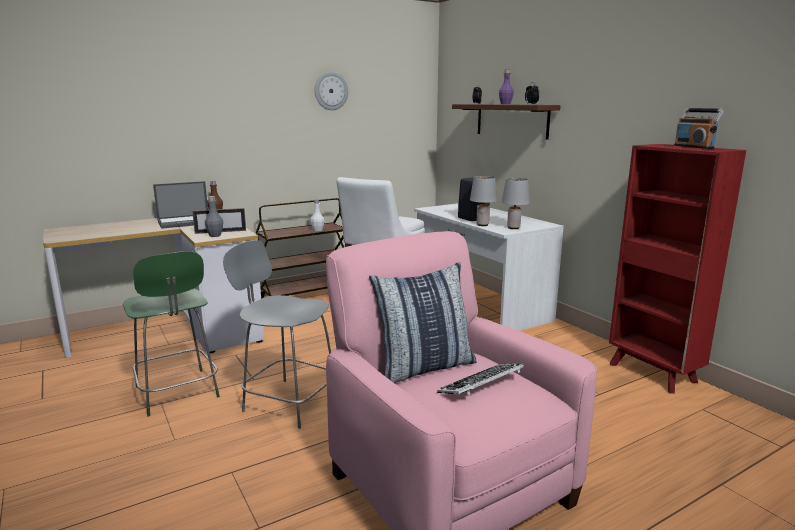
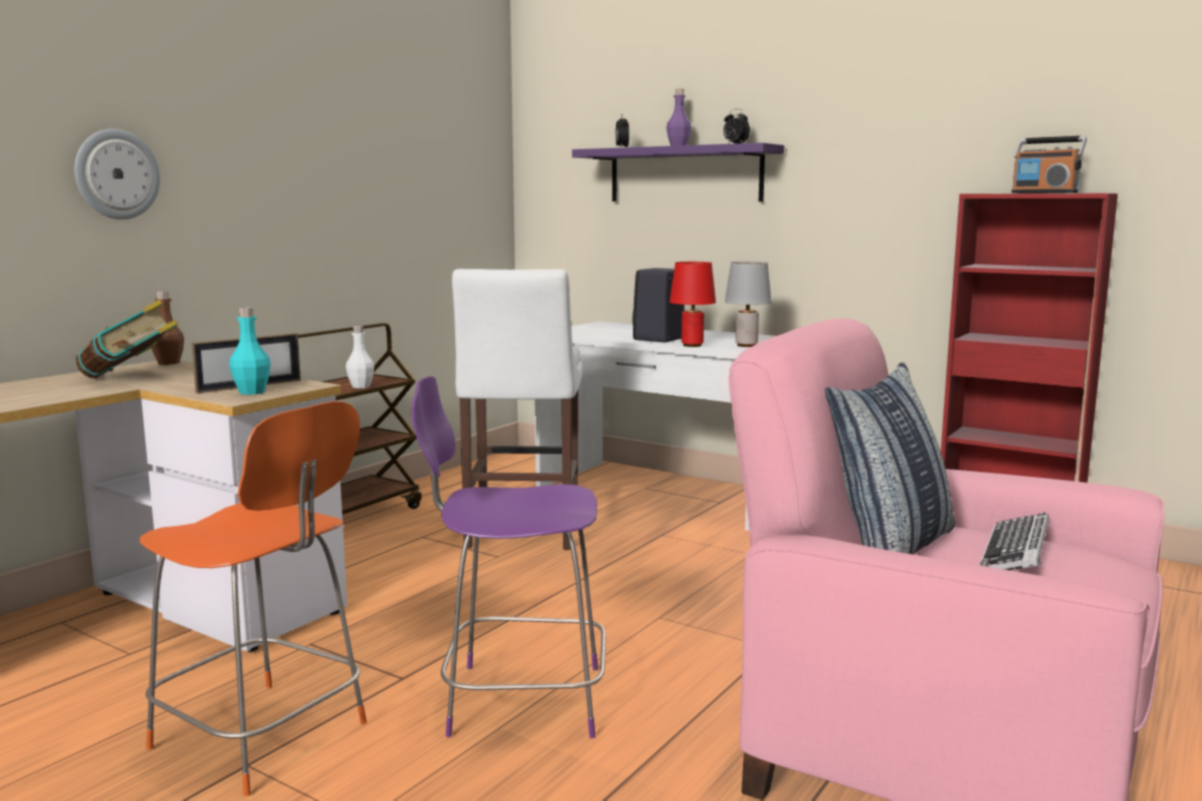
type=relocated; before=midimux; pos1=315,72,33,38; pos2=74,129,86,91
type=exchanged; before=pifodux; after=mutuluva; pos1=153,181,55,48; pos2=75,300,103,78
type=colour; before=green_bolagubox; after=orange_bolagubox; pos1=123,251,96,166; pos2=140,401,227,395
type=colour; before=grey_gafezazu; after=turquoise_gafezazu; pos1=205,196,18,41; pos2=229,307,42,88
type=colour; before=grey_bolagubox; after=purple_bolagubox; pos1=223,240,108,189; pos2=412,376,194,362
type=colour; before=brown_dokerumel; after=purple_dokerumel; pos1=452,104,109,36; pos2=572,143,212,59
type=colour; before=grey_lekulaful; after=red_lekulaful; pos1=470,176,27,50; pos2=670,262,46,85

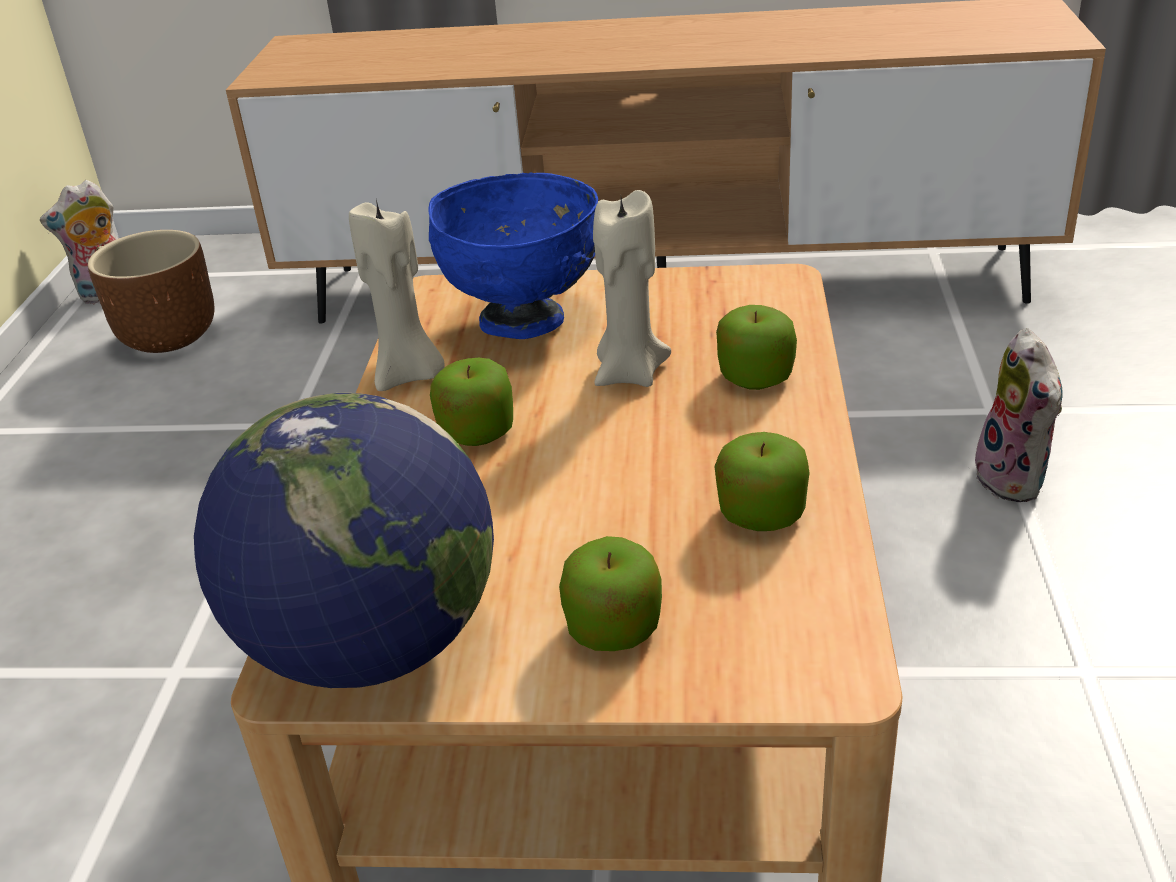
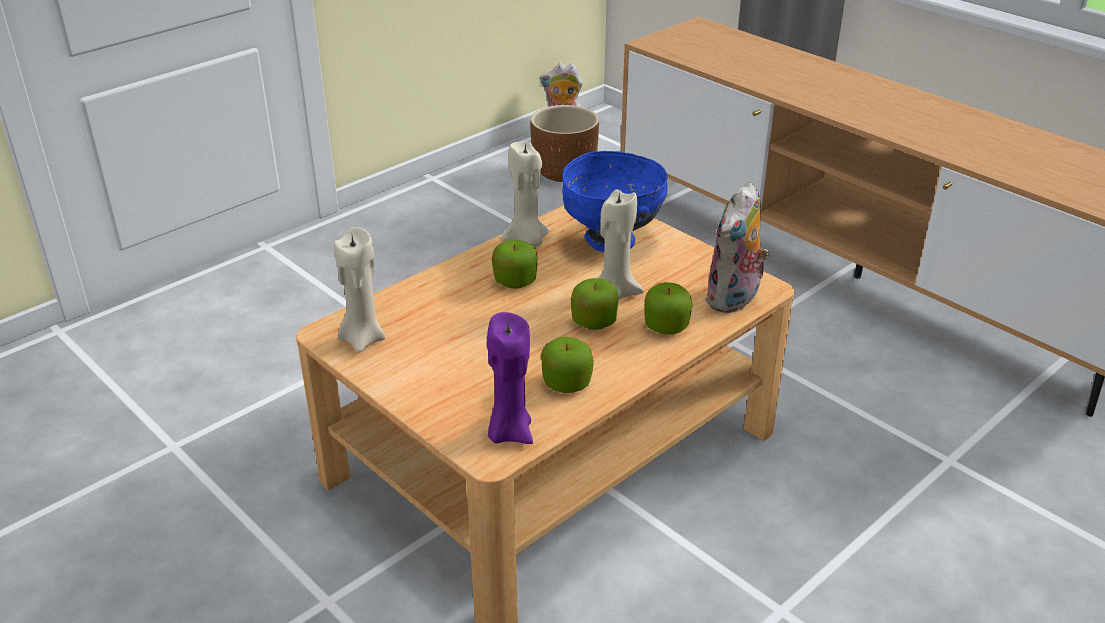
type=appeared; after=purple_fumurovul; pos2=487,312,46,132
type=relocated; before=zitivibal; pos1=559,536,103,115; pos2=571,278,48,52
type=relocated; before=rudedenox; pos1=973,328,90,174; pos2=705,182,65,131
type=exchanged; before=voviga; after=beige_fumurovul; pos1=194,393,300,295; pos2=334,227,51,126

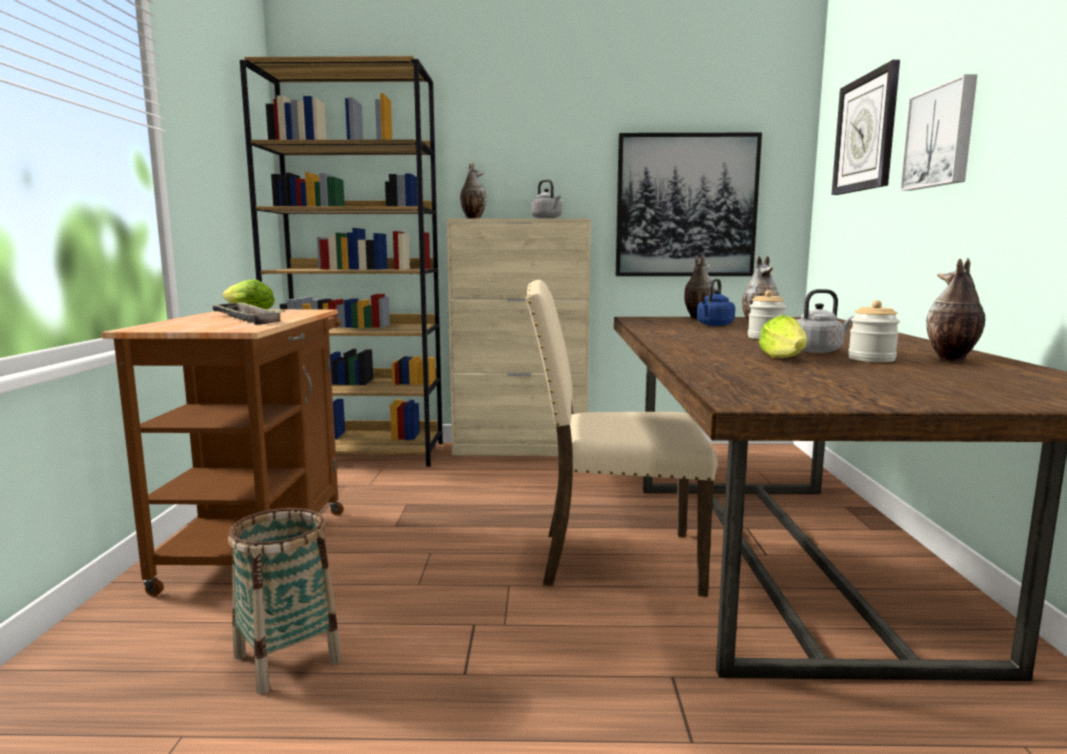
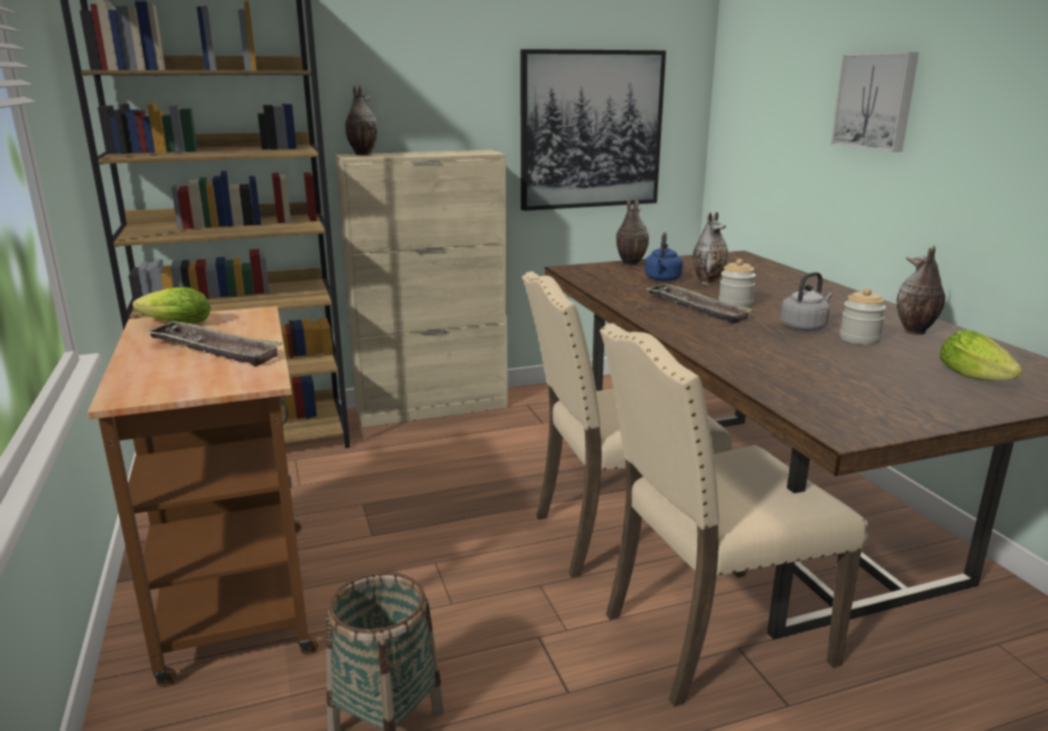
type=missing; before=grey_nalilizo; pos1=531,179,31,40
type=missing; before=midimux; pos1=832,60,68,135
type=appeared; after=beige_bolagubox; pos2=600,323,268,384
type=appeared; after=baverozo; pos2=647,283,105,41
type=relocated; before=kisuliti; pos1=759,315,48,43; pos2=940,330,82,51

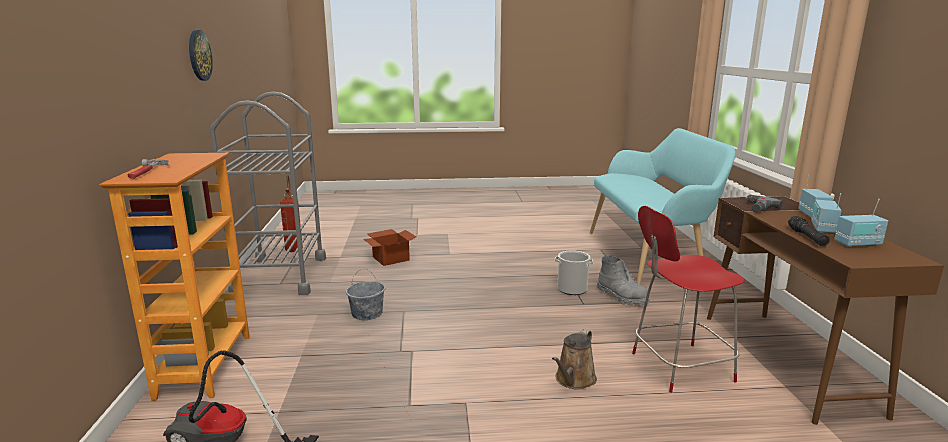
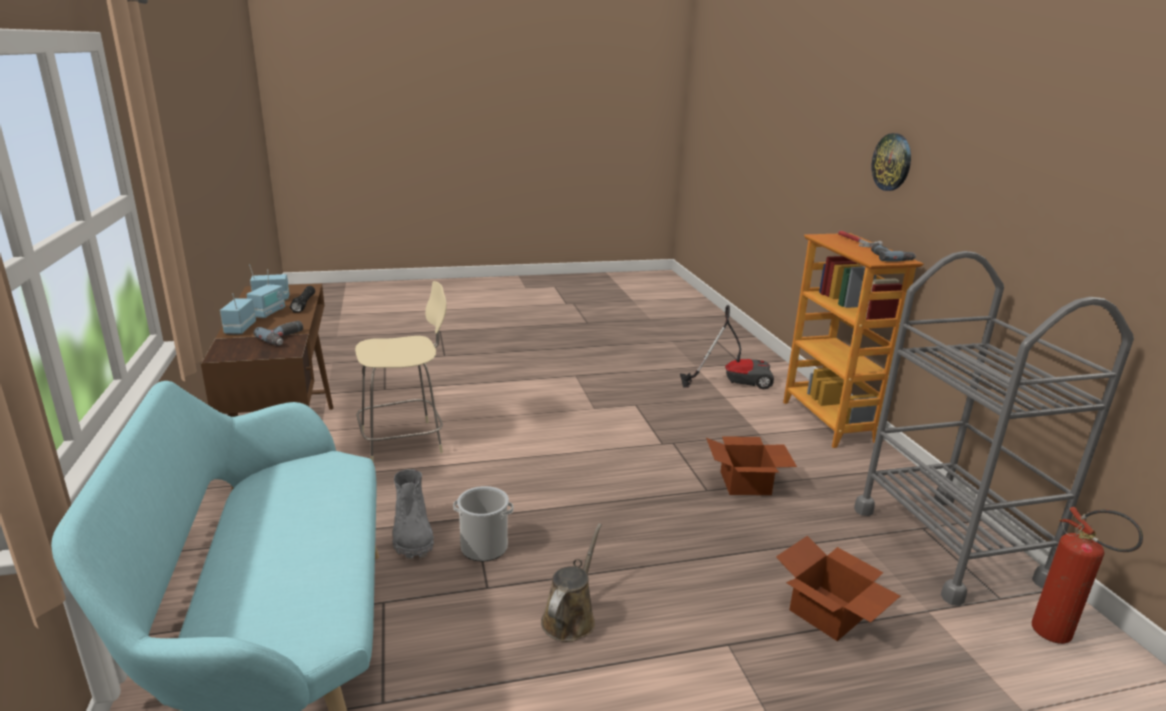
type=appeared; after=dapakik; pos2=871,243,45,18
type=relocated; before=midimux; pos1=189,30,24,51; pos2=872,133,39,58
type=relocated; before=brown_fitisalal; pos1=552,329,45,61; pos2=541,523,61,119
type=exchanged; before=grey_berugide; after=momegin; pos1=346,269,39,51; pos2=706,436,91,59
type=colour; before=red_bolagubox; after=beige_bolagubox; pos1=632,206,113,187; pos2=355,281,92,182
type=spun; before=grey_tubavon; pos1=597,256,53,50; pos2=392,469,42,90; turn=-150

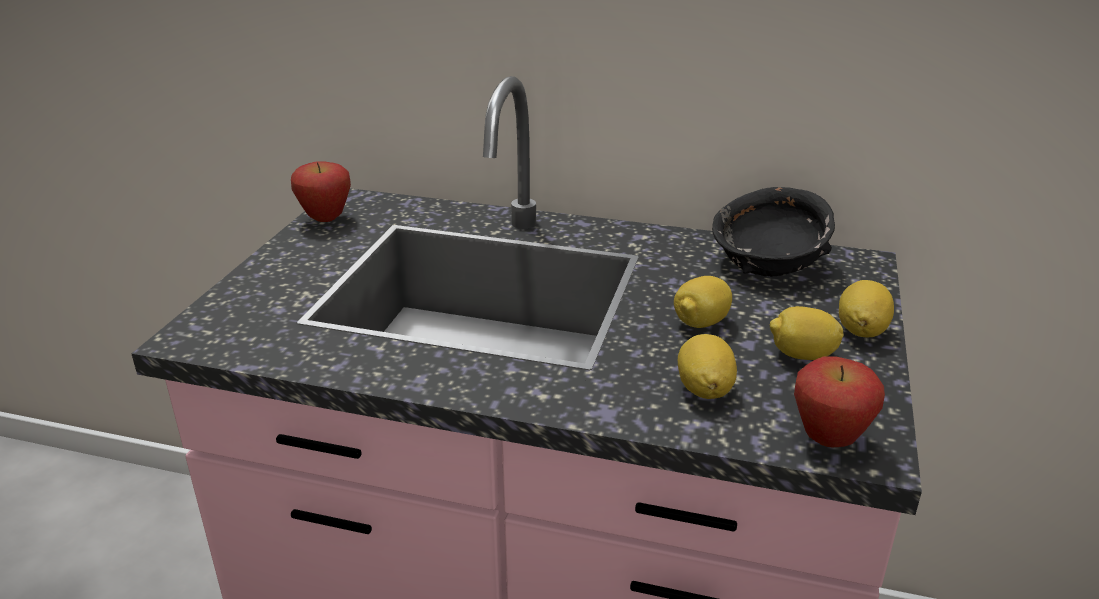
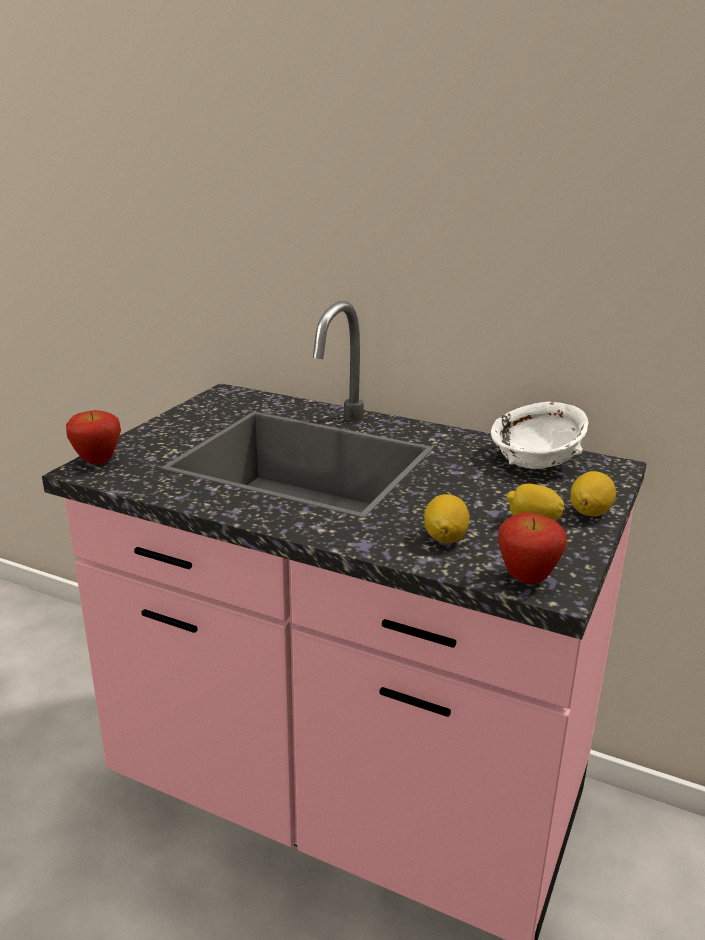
type=missing; before=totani; pos1=674,276,58,52
type=relocated; before=zitivibal; pos1=291,161,60,61; pos2=66,410,55,55
type=colour; before=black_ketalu; after=white_ketalu; pos1=712,187,123,90; pos2=491,402,98,67

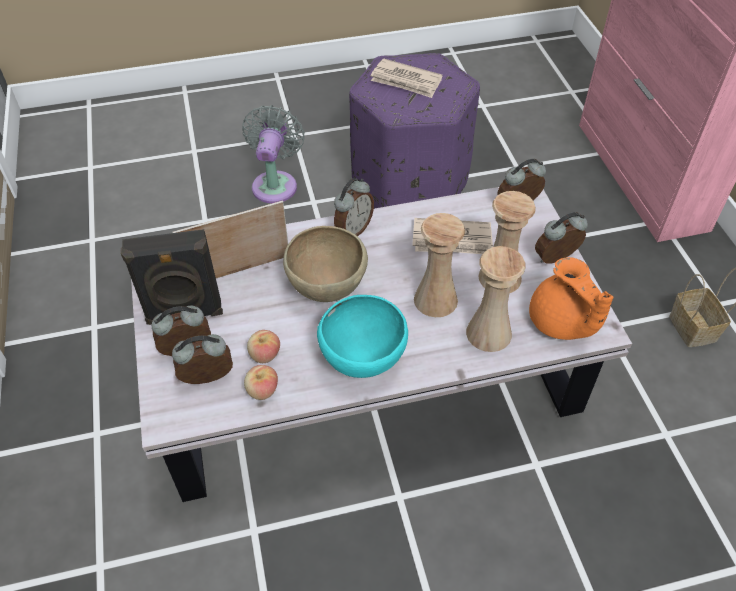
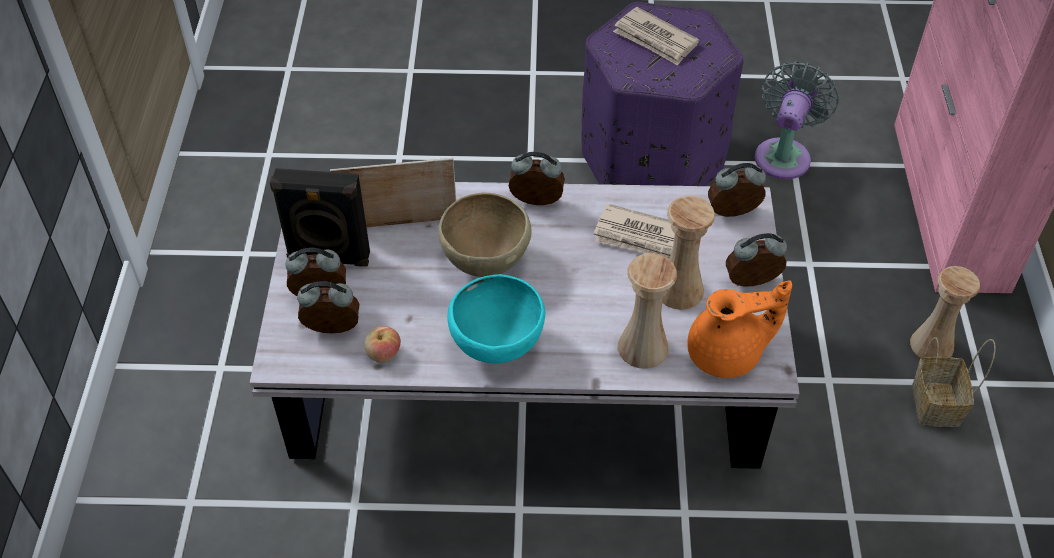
type=missing; before=zitivibal; pos1=247,330,33,33
type=relocated; before=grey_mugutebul; pos1=242,105,63,98; pos2=755,61,84,118
type=relocated; before=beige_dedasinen; pos1=414,213,51,104; pos2=910,266,70,92
type=spun; before=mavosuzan; pos1=334,178,40,58; pos2=509,152,56,53; turn=-135
type=spun; before=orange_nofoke; pos1=529,257,85,83; pos2=687,280,105,98; turn=-90

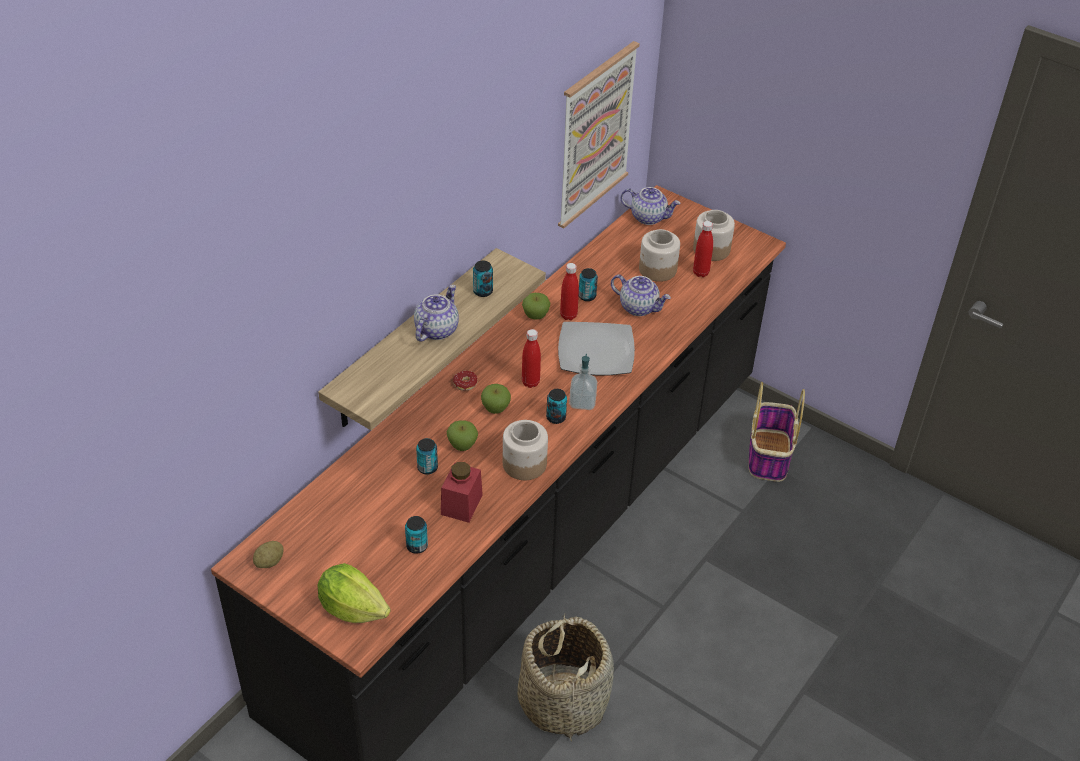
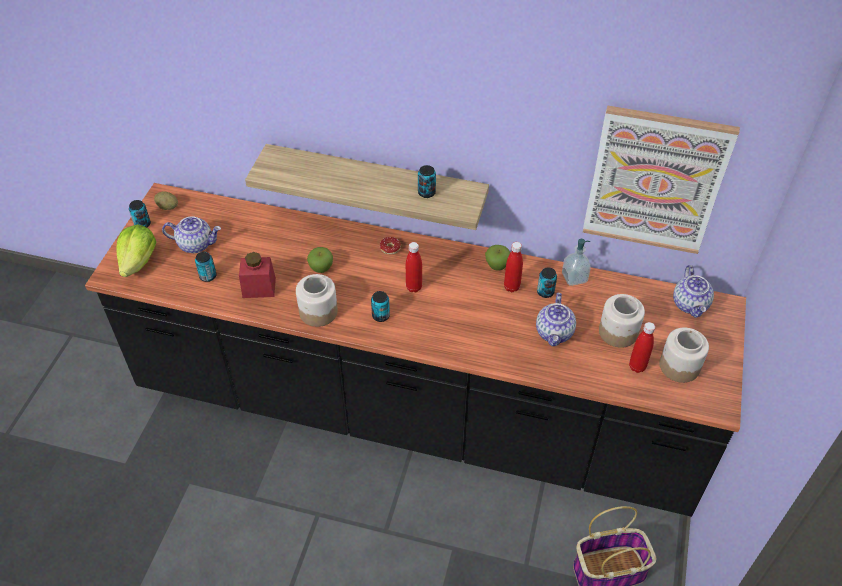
type=missing; before=zitivibal; pos1=481,384,30,30
type=missing; before=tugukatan; pos1=518,613,96,128
type=missing; before=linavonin; pos1=558,322,77,54
type=relocated; before=nofoke; pos1=414,285,45,57; pos2=162,216,59,37
type=relocated; before=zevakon; pos1=416,438,22,37; pos2=129,200,22,27
type=relocated; before=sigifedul; pos1=569,354,28,56; pos2=562,239,29,47

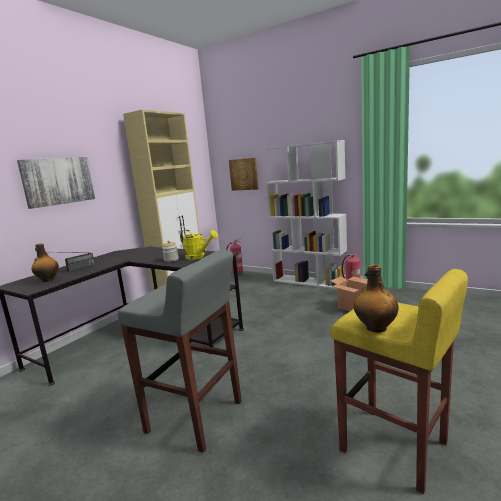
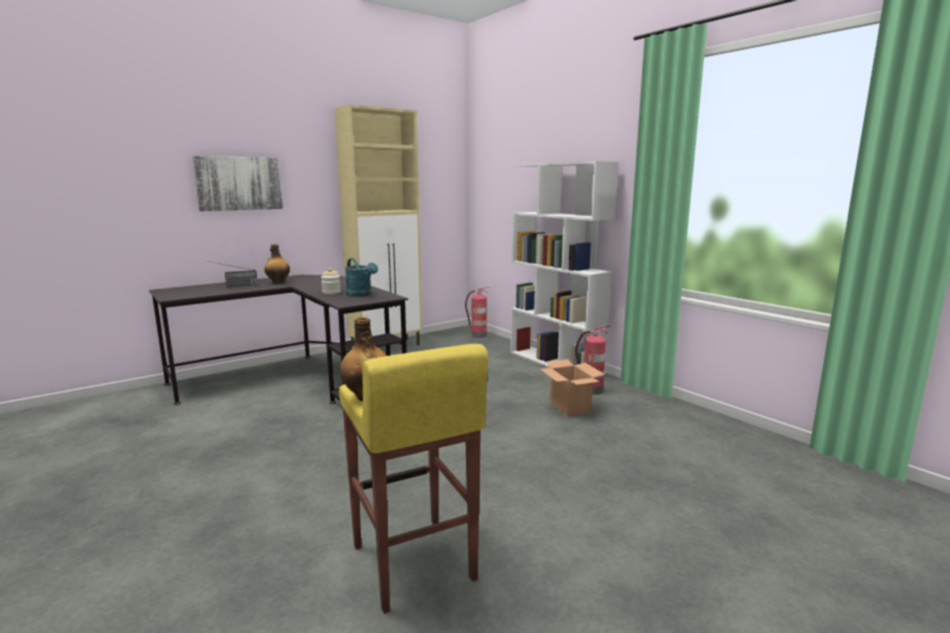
type=missing; before=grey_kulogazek; pos1=118,250,124,203
type=missing; before=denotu; pos1=229,158,30,33
type=relocated; before=gafezazu; pos1=31,243,28,39; pos2=264,244,26,39
type=colour; before=yellow_fitisalal; after=turquoise_fitisalal; pos1=180,230,38,30; pos2=345,258,33,39

